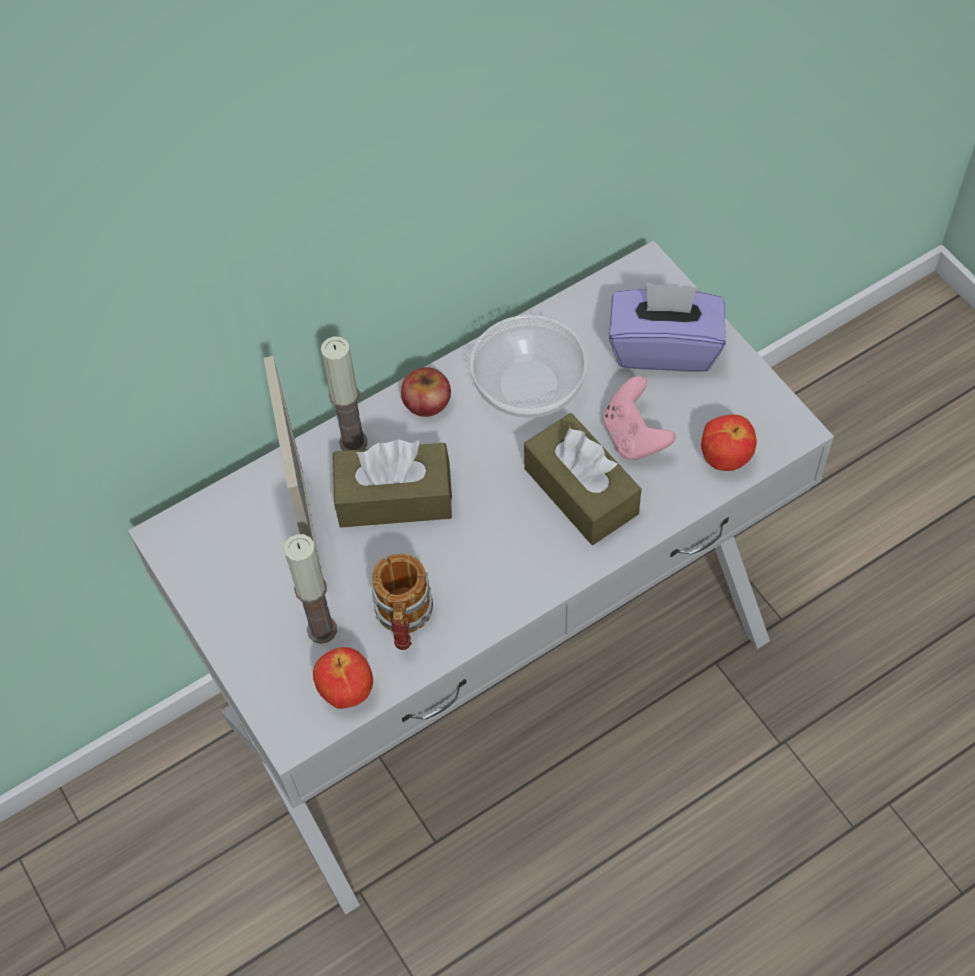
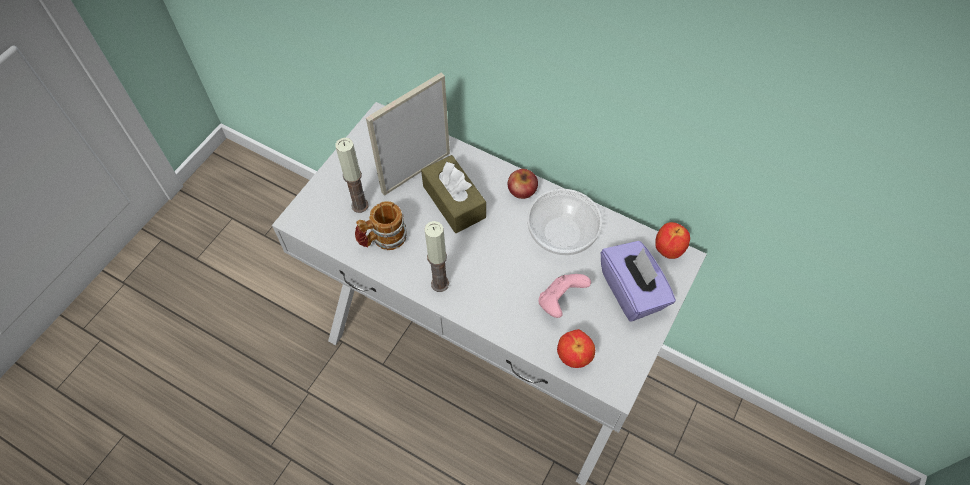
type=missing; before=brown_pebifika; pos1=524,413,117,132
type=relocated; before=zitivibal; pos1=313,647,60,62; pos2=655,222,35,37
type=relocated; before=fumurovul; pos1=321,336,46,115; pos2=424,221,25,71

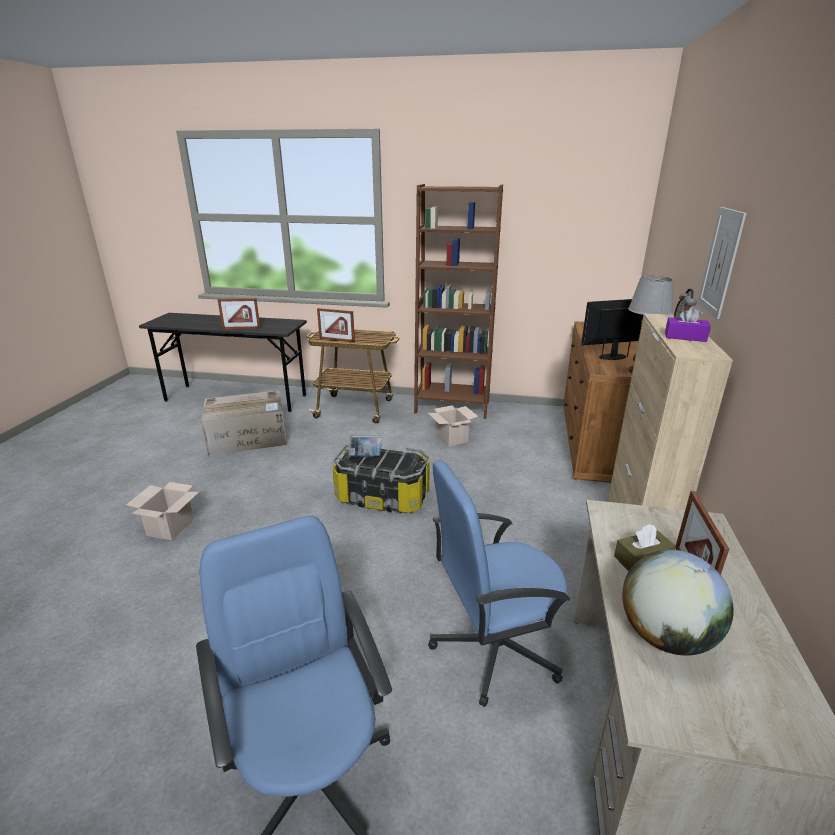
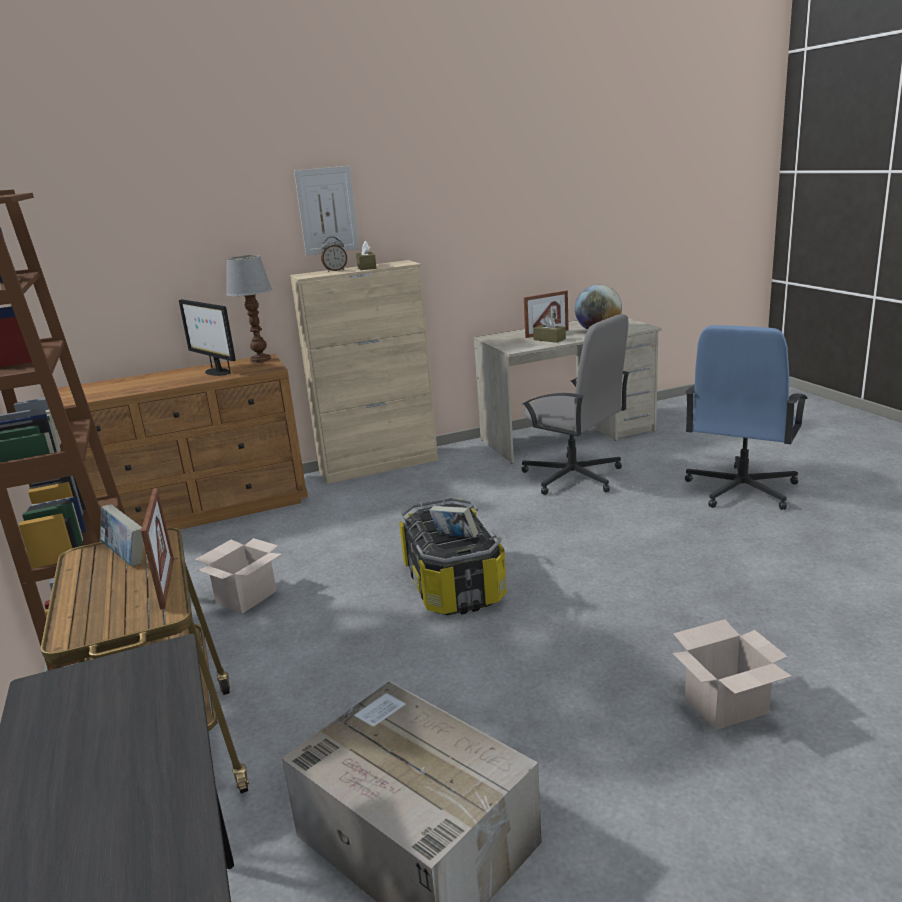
type=missing; before=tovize; pos1=218,298,42,31
type=appeared; after=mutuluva; pos2=100,504,43,62
type=colour; before=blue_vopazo; after=grey_vopazo; pos1=428,460,142,247; pos2=522,314,108,181
type=colour; before=purple_pebifika; after=brown_pebifika; pos1=665,306,46,36; pos2=356,241,20,29

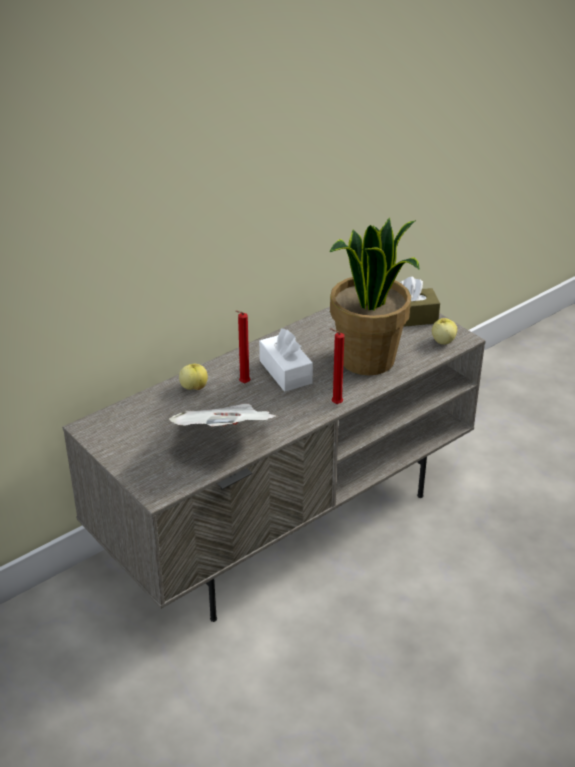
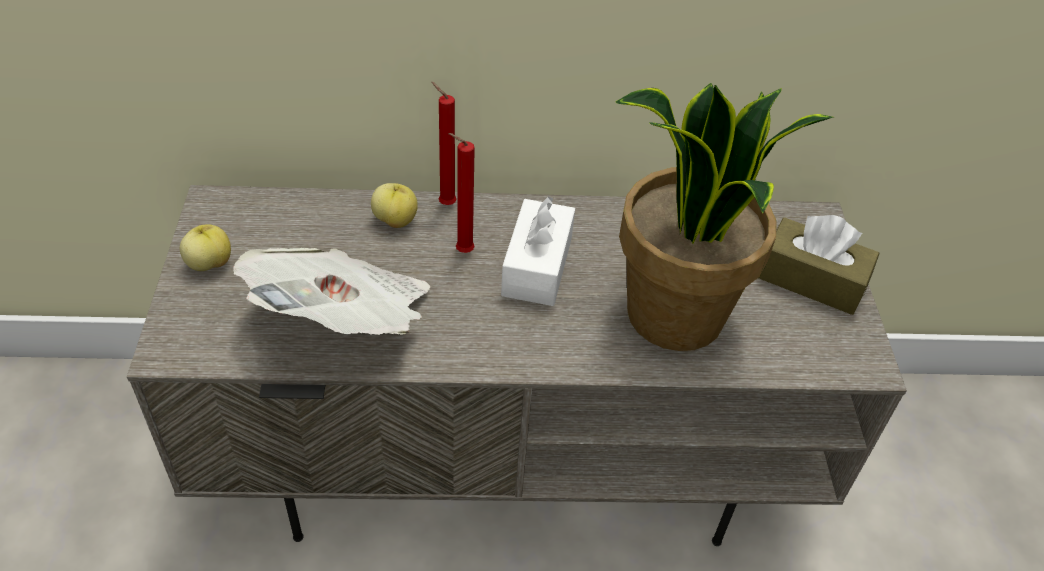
type=relocated; before=red_fumurovul; pos1=330,328,14,76; pos2=431,82,26,123
type=relocated; before=zitivibal; pos1=432,318,25,27; pos2=180,224,51,47

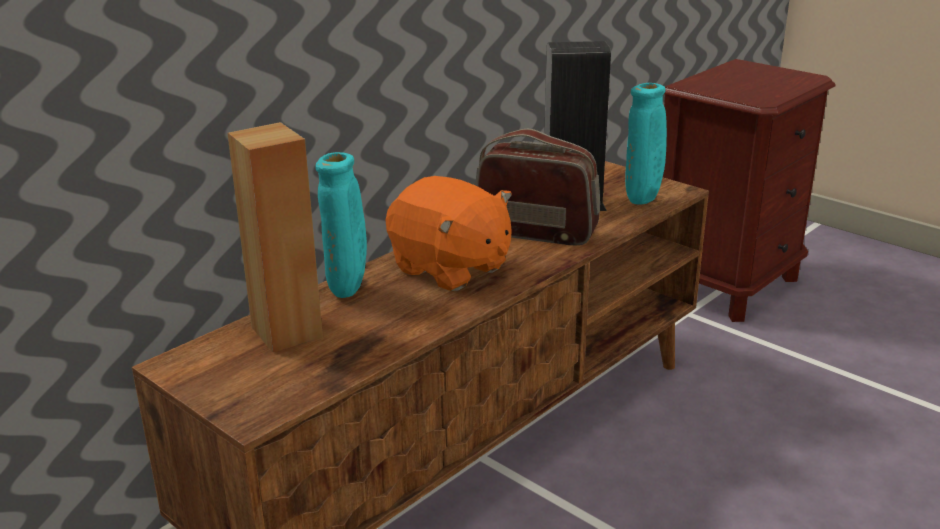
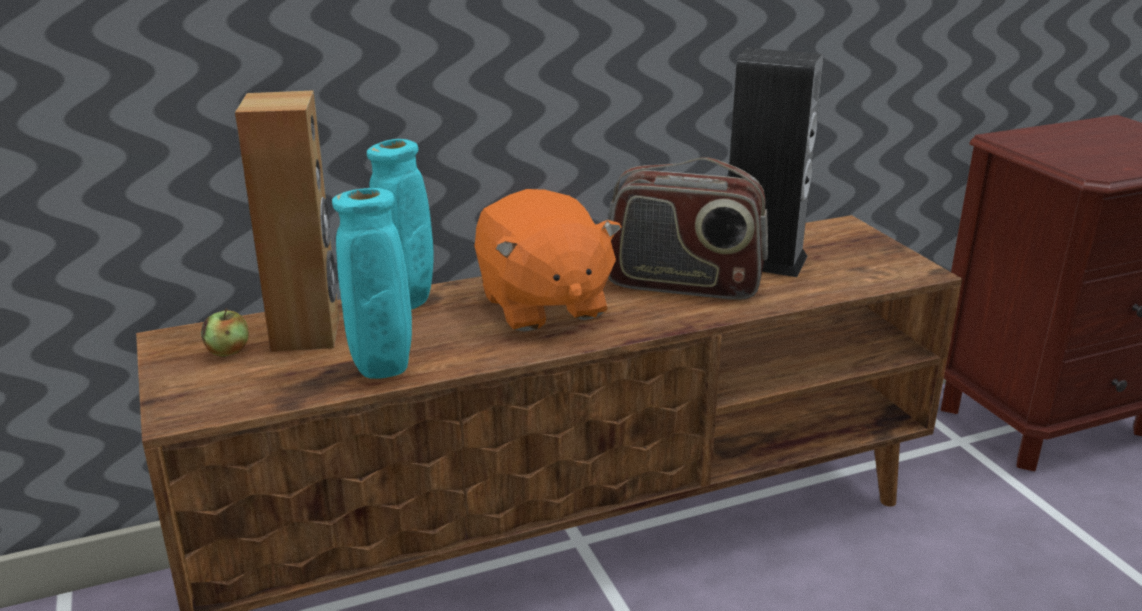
type=appeared; after=zitivibal; pos2=201,308,48,49
type=relocated; before=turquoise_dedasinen; pos1=625,83,42,121; pos2=332,188,80,191
type=spun; before=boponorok; pos1=475,129,125,117; pos2=608,157,160,143; turn=150

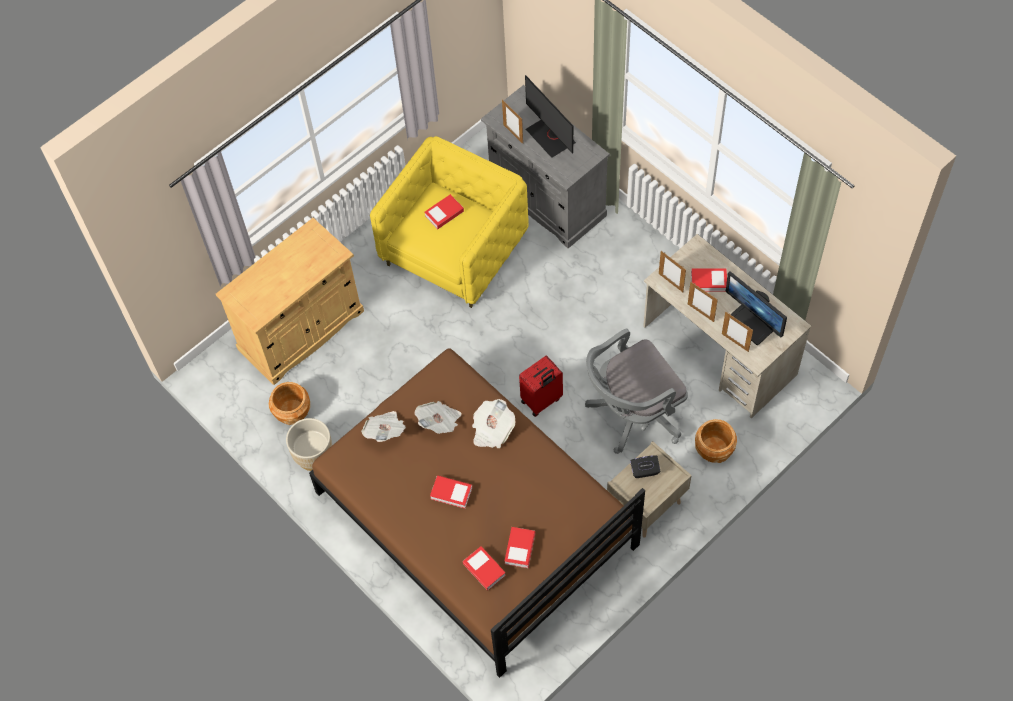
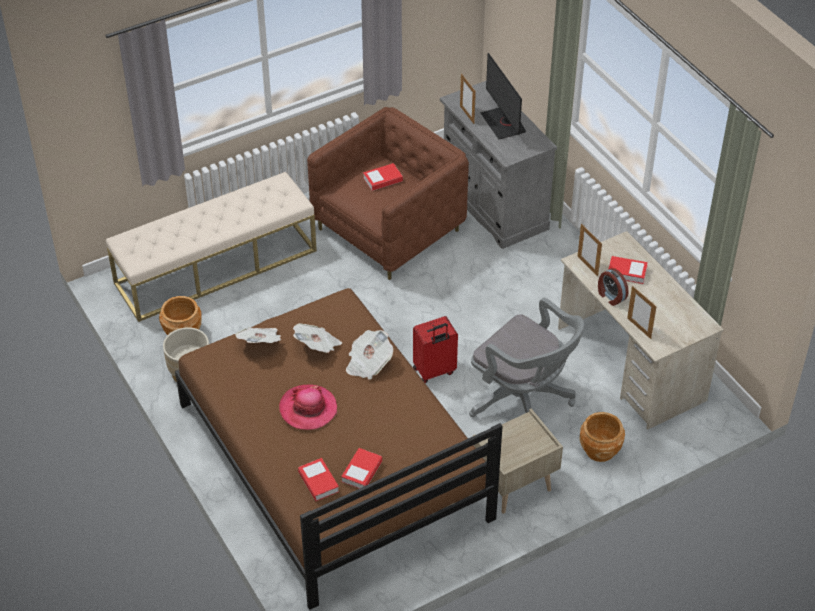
type=missing; before=black_pebifika; pos1=630,455,30,23
type=missing; before=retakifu; pos1=726,271,61,74
type=exchanged; before=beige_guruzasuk; after=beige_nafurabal; pos1=216,218,148,167; pos2=106,172,211,150
type=exchanged; before=mutuluva; after=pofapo; pos1=430,475,42,34; pos2=279,384,58,46
type=exchanged; before=tovize; after=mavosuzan; pos1=688,282,30,40; pos2=598,268,31,38
type=colour; before=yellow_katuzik; after=brown_katuzik; pos1=370,136,159,172; pos2=307,107,162,173
type=spun; before=grey_vopazo; pos1=585,328,103,126; pos2=469,297,115,120; turn=-120

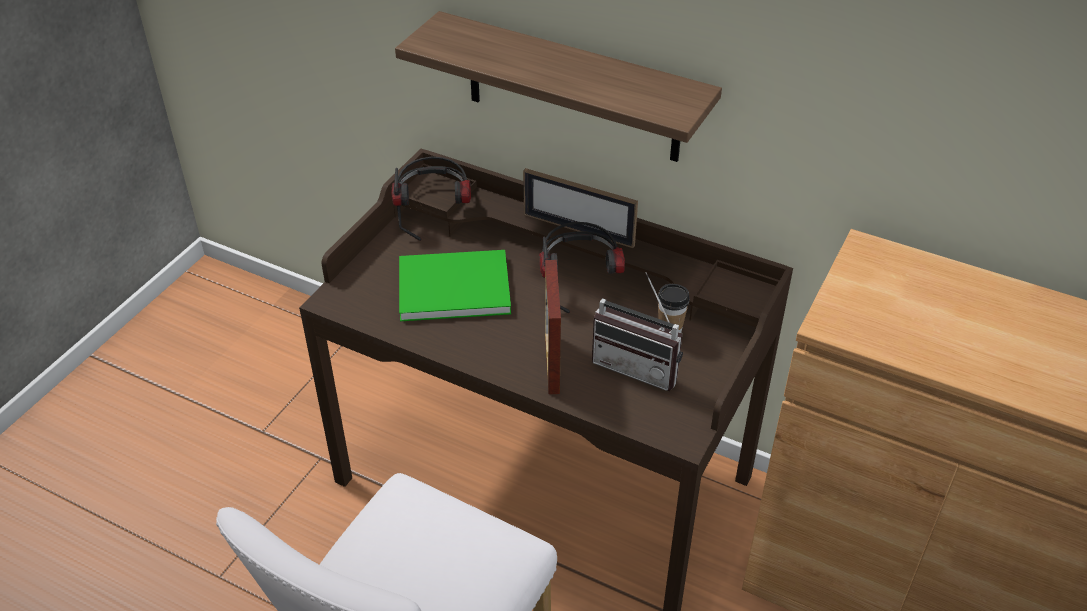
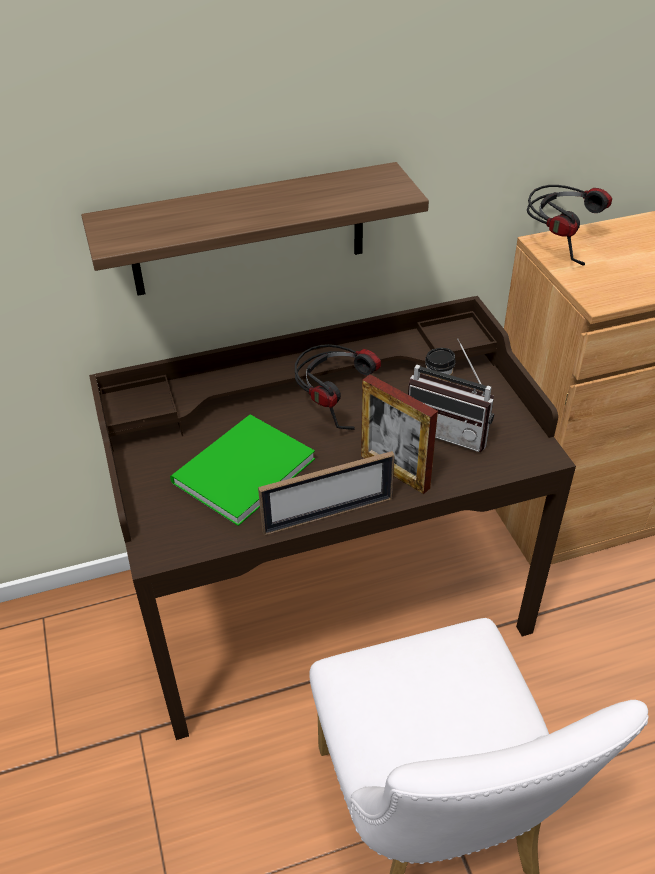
type=relocated; before=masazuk; pos1=391,156,80,85; pos2=527,185,85,81
type=relocated; before=tovize; pos1=523,168,115,80; pos2=258,451,136,84
type=spun; before=boponorok; pos1=592,272,91,119; pos2=408,339,86,113; turn=45

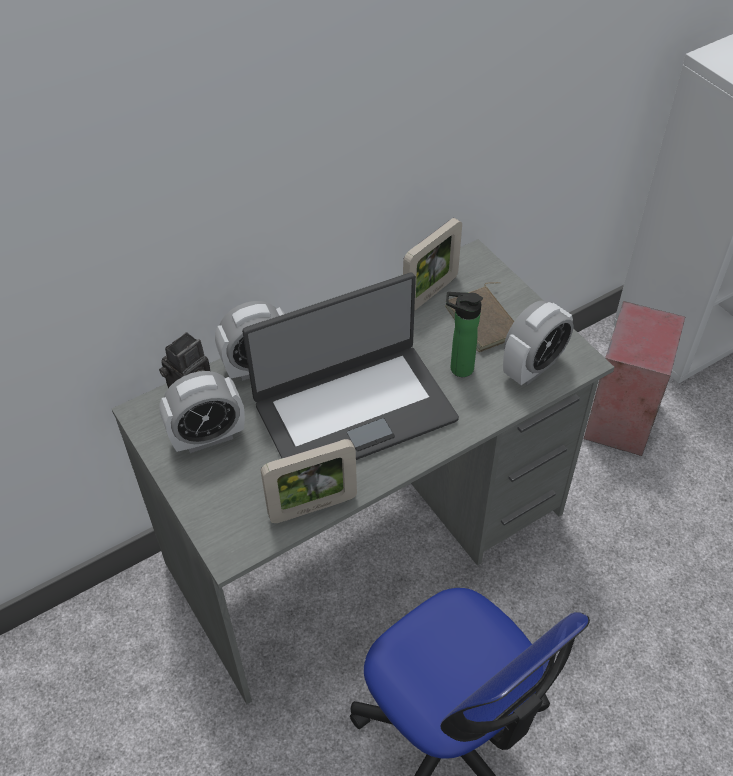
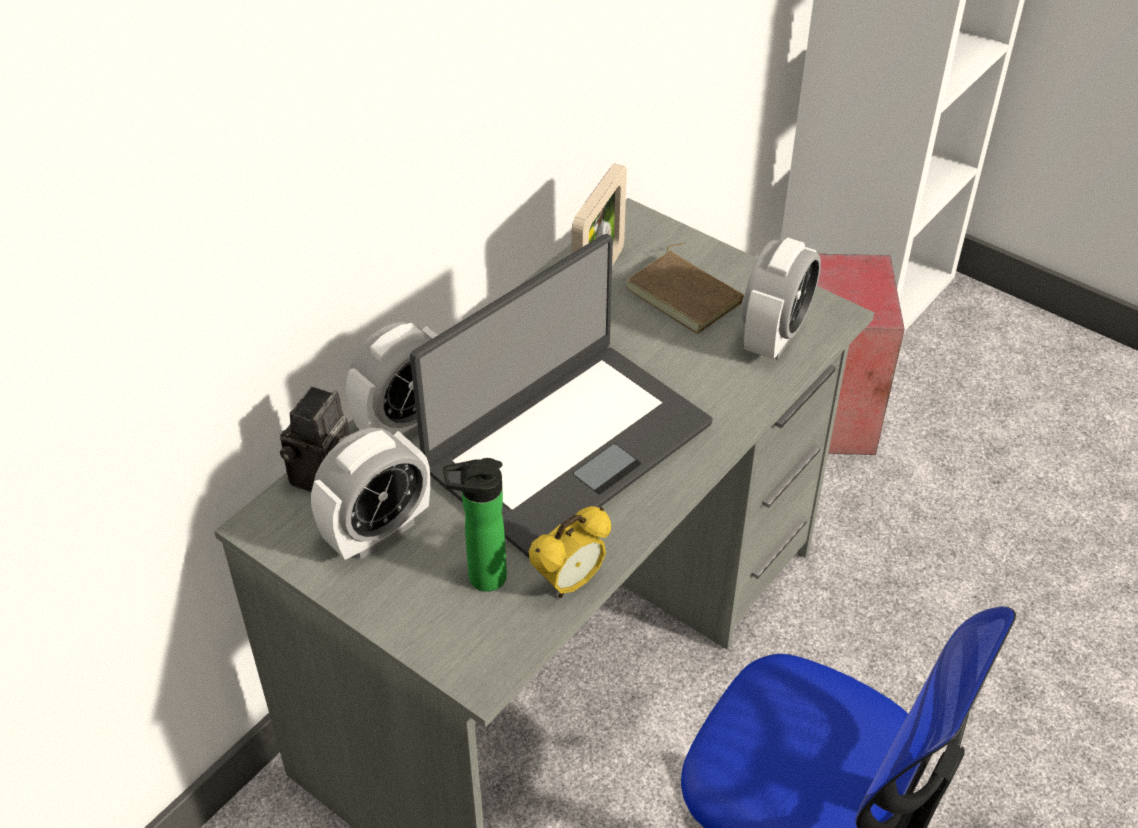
type=relocated; before=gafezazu; pos1=446,292,37,85; pos2=443,458,64,134
type=exchanged; before=tovize; after=mavosuzan; pos1=261,439,96,84; pos2=529,506,82,92

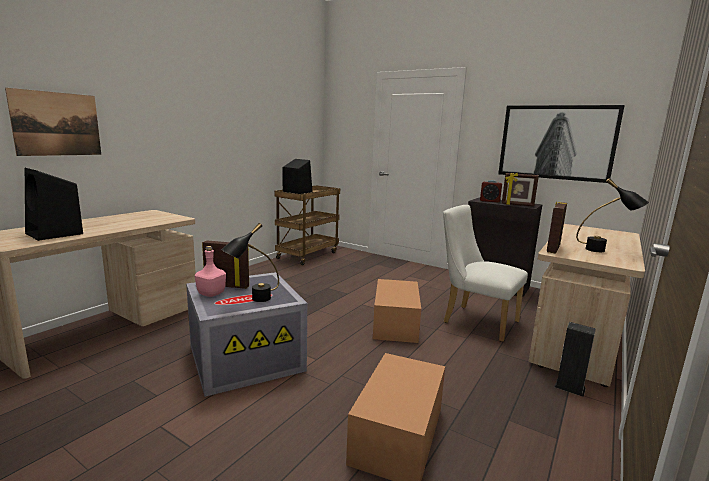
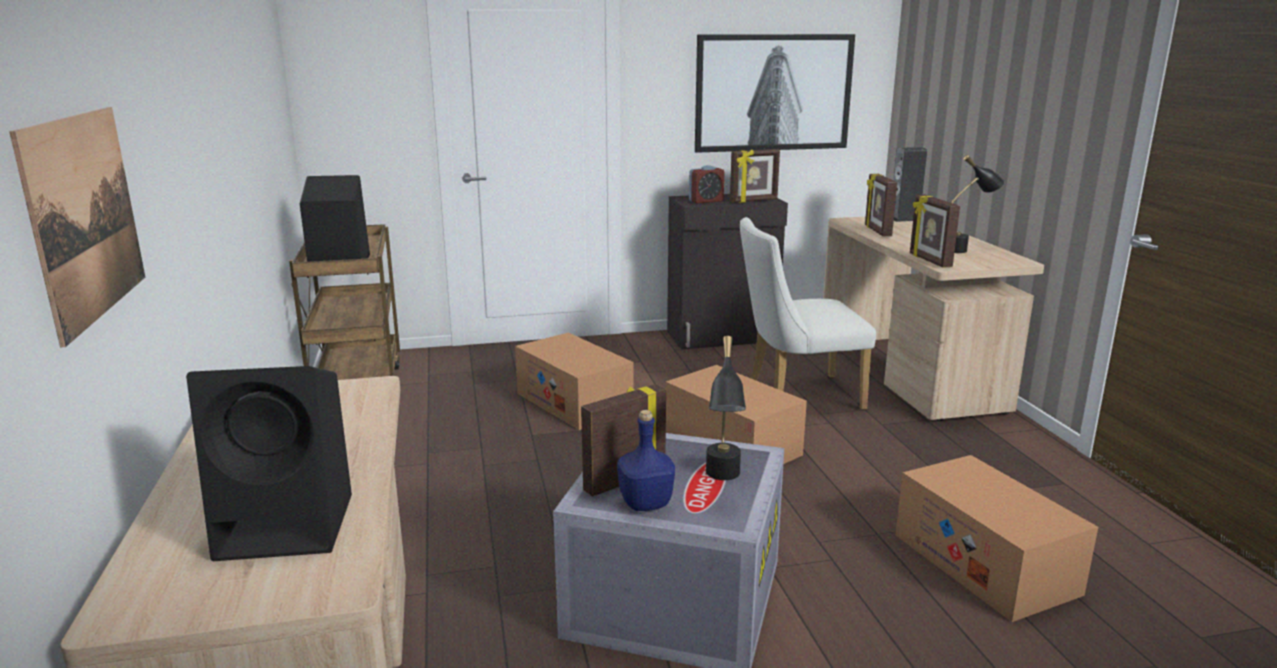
type=appeared; after=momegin; pos2=515,333,119,97
type=appeared; after=tovize; pos2=865,174,32,62
type=relocated; before=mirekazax; pos1=554,322,42,75; pos2=894,147,33,75
type=colour; before=pink_gafezazu; after=blue_gafezazu; pos1=195,246,31,51; pos2=617,410,58,101

